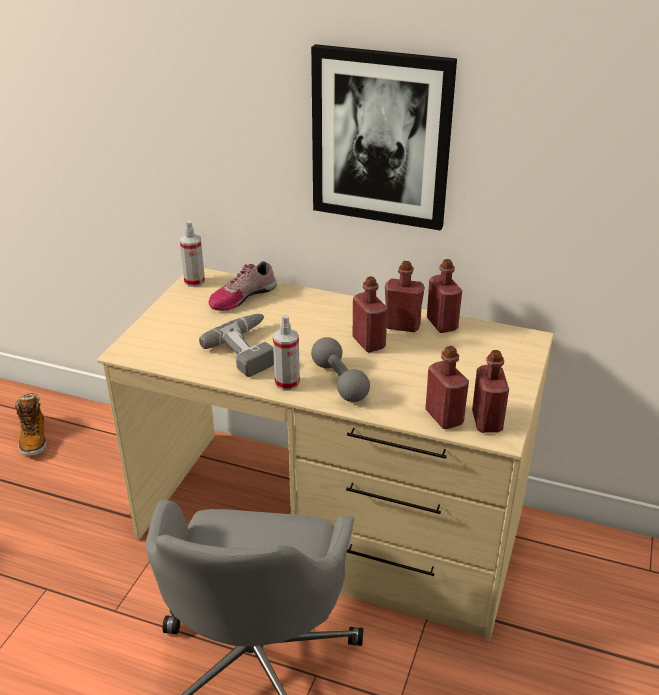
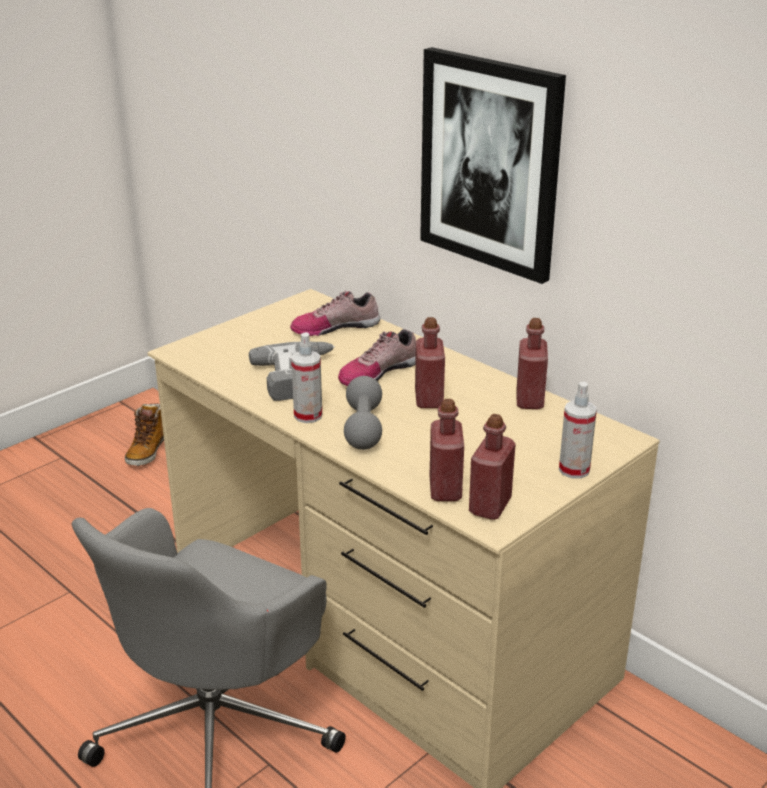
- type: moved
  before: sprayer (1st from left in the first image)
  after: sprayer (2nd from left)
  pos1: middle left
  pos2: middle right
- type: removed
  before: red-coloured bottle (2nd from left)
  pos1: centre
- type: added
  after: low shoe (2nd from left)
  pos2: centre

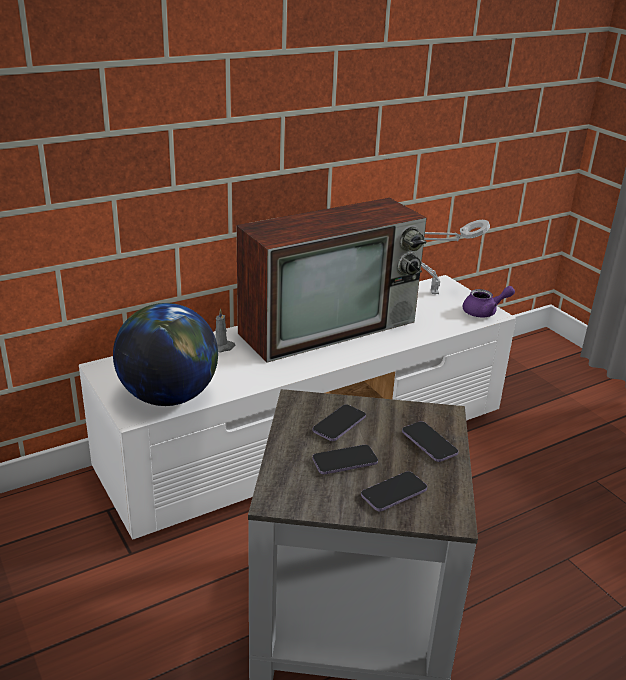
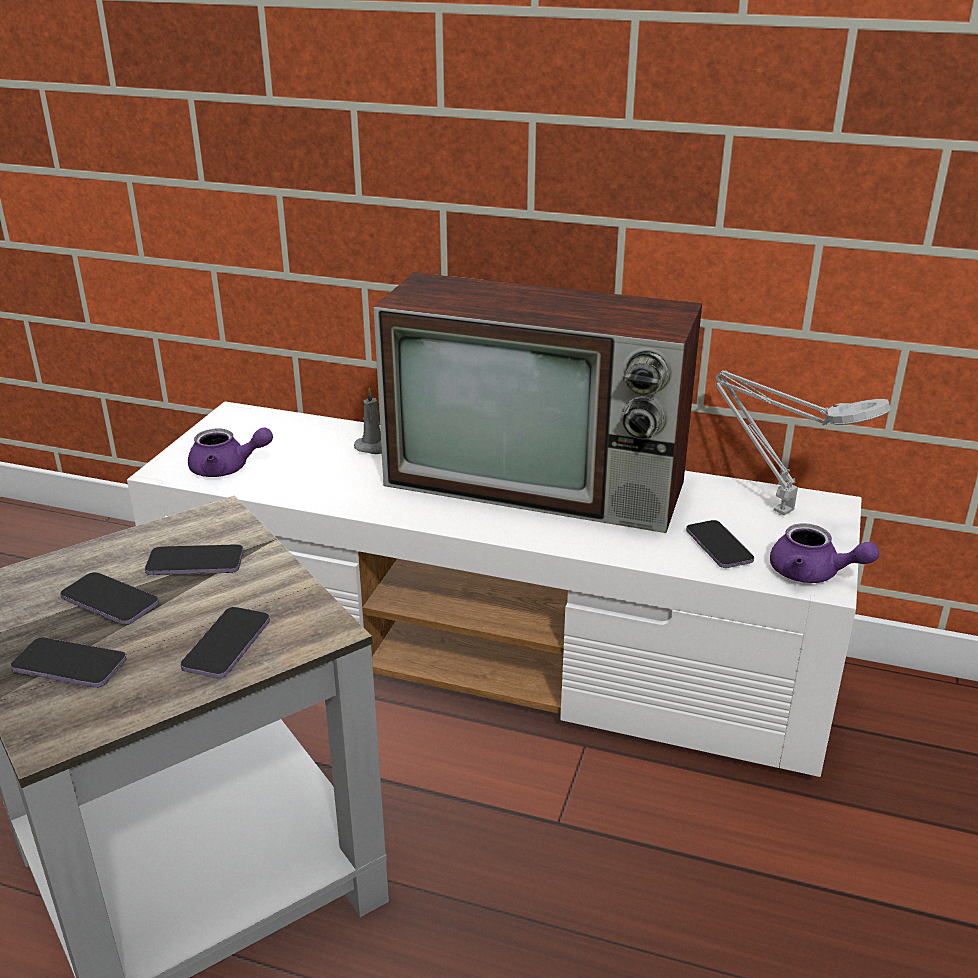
- type: replaced
  before: world globe
  after: purple-coloured pot for tea (1st from left)
  pos1: middle left
  pos2: middle left
- type: added
  after: phone (5th from left)
  pos2: middle right

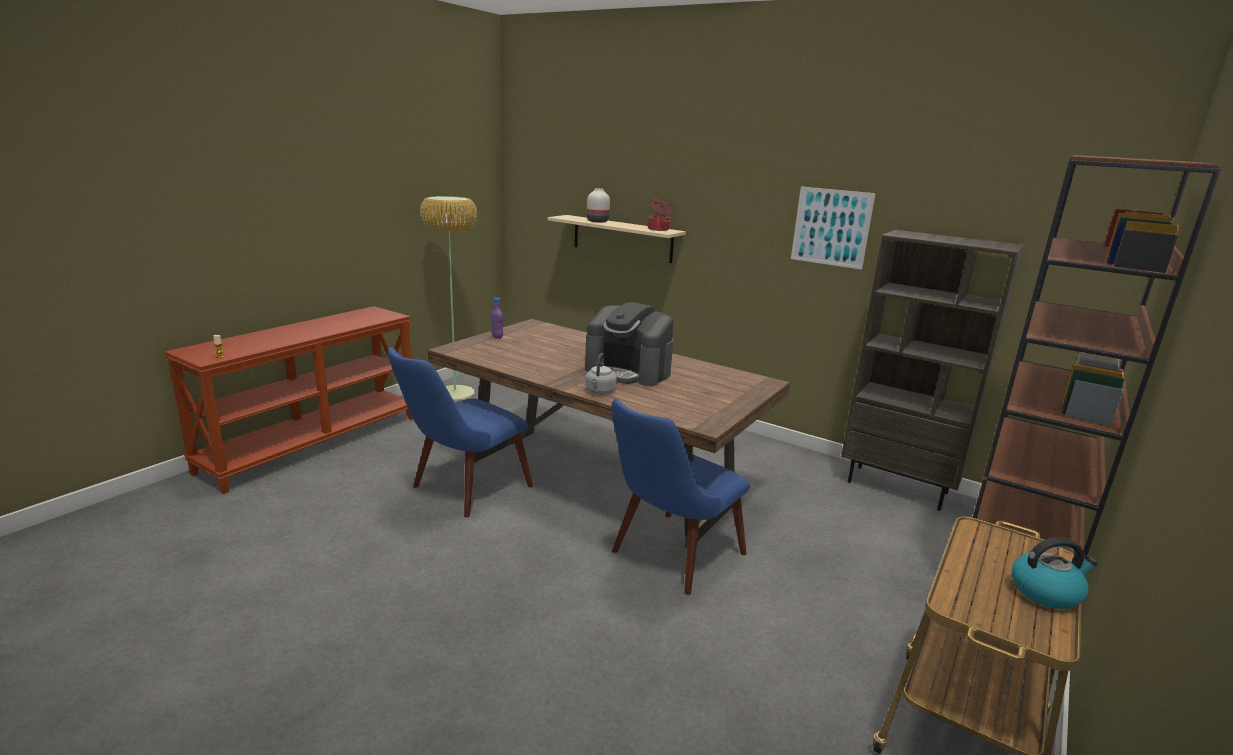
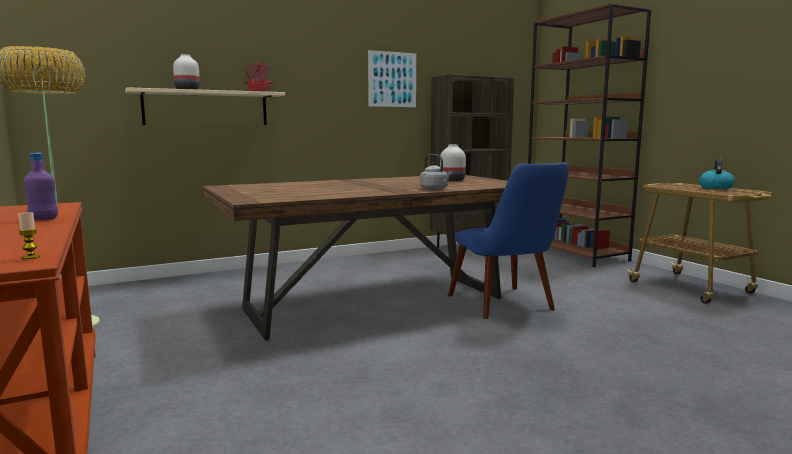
- type: moved
  before: purple-coloured bottle
  pos1: centre
  pos2: middle left
- type: removed
  before: coffee maker
  pos1: centre
- type: removed
  before: blue-coloured plain chair (1st from left)
  pos1: centre
- type: added
  after: white-coloured decorative vase (2nd from left)
  pos2: centre

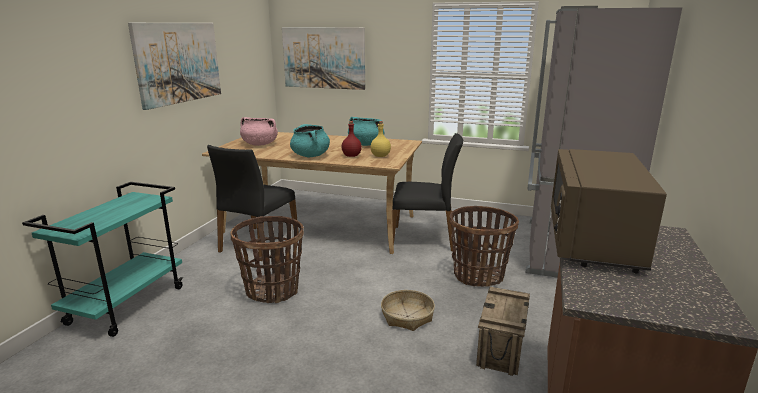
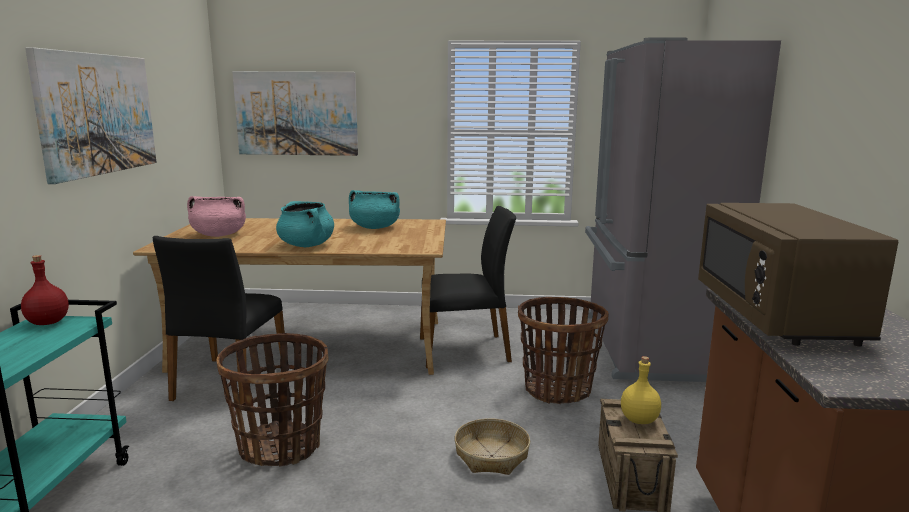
- type: moved
  before: red-coloured bottle
  pos1: centre
  pos2: middle left
- type: moved
  before: yellowish bottle
  pos1: centre
  pos2: bottom right

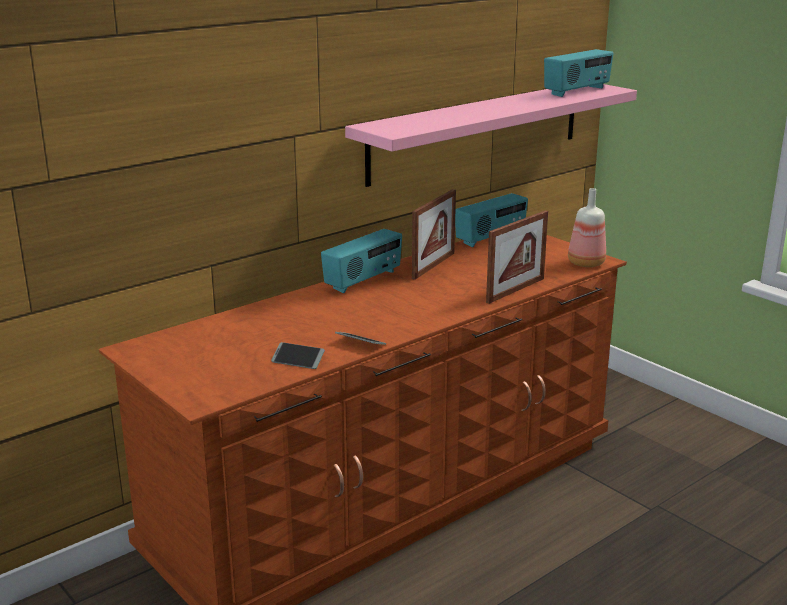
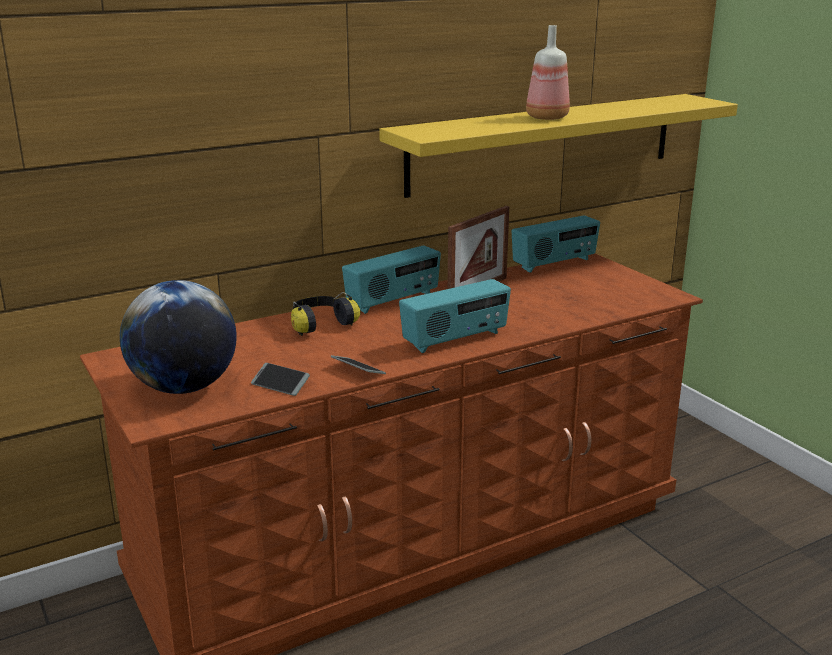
- type: moved
  before: radio (3rd from left in the first image)
  after: radio (2nd from left)
  pos1: top right
  pos2: centre
- type: recoloured
  before: pink-coloured bracket shelf
  after: yellowish bracket shelf
  pos1: top centre
  pos2: top right
- type: moved
  before: bottle
  pos1: middle right
  pos2: top centre
- type: removed
  before: standing frame (2nd from left)
  pos1: centre
- type: added
  after: world globe
  pos2: middle left
- type: added
  after: headphones
  pos2: centre

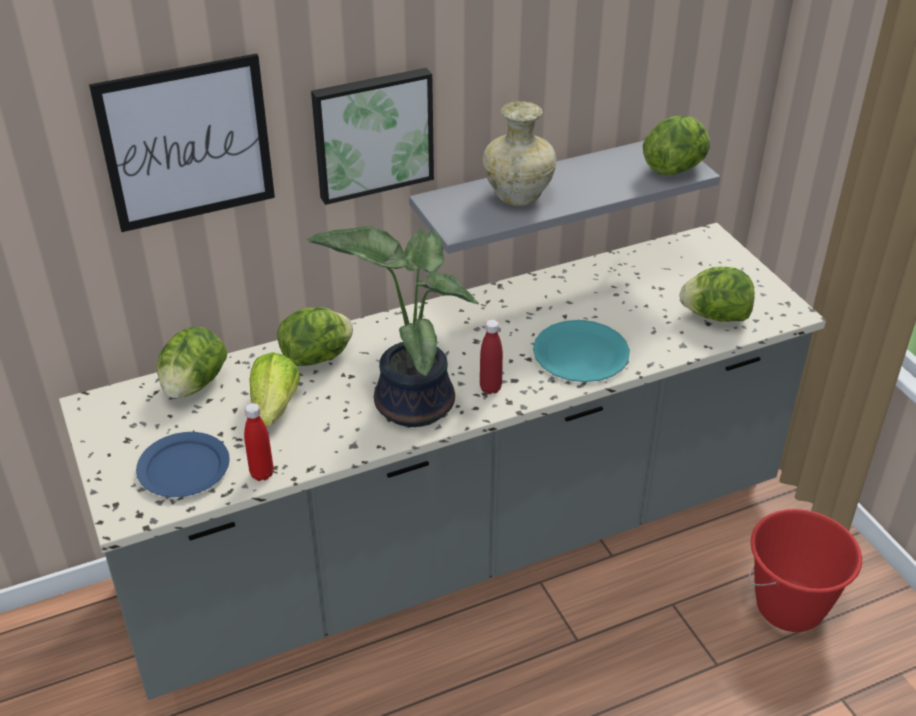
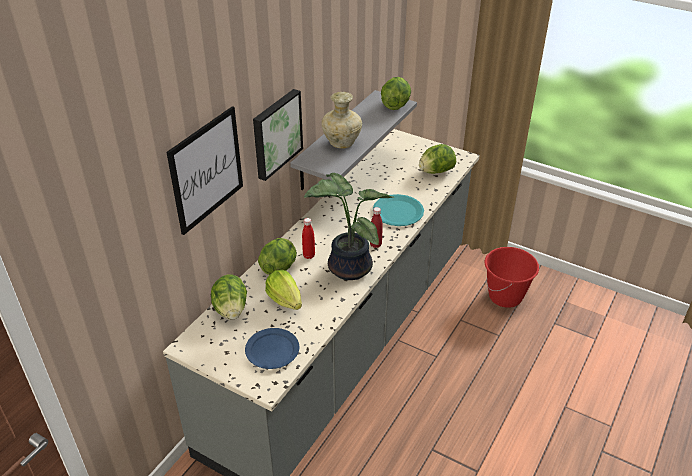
- type: moved
  before: red-coloured bottle (1st from left)
  pos1: middle left
  pos2: centre

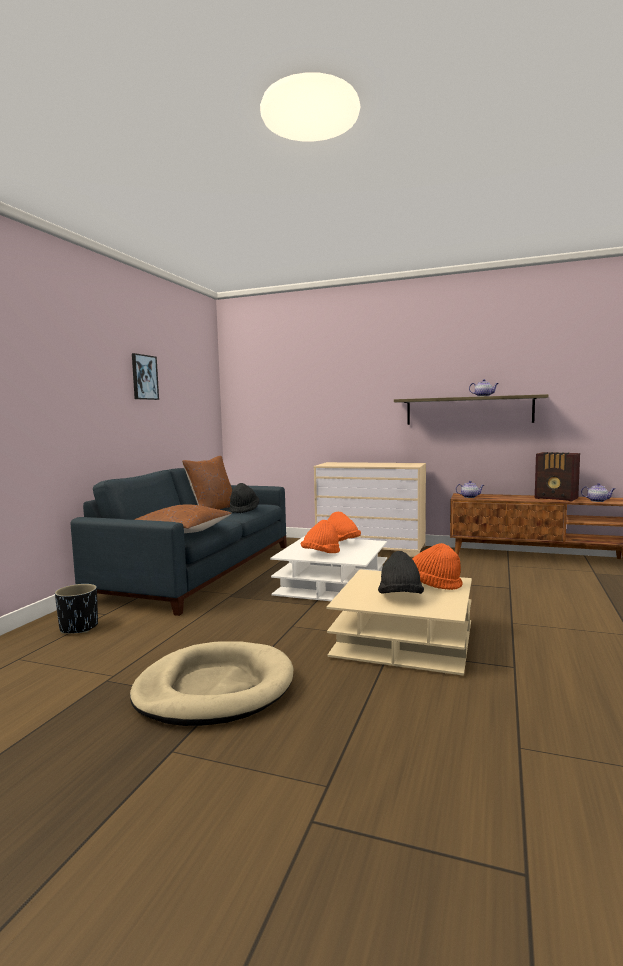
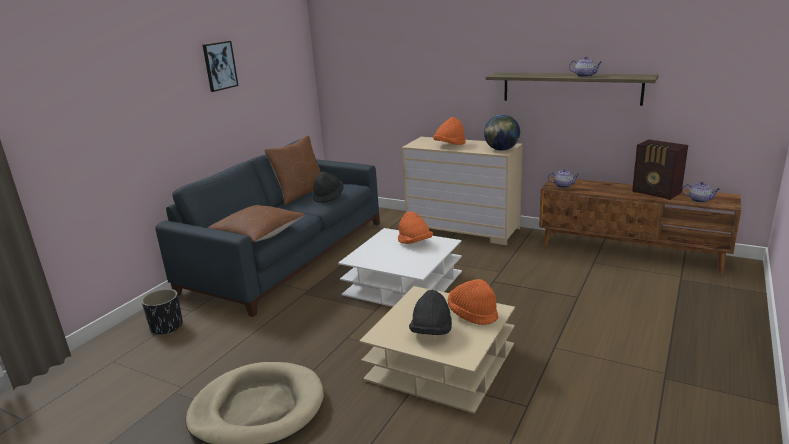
- type: moved
  before: orange wearable hat (1st from left in the first image)
  after: orange wearable hat (2nd from left)
  pos1: centre
  pos2: top centre
- type: added
  after: world globe
  pos2: top centre

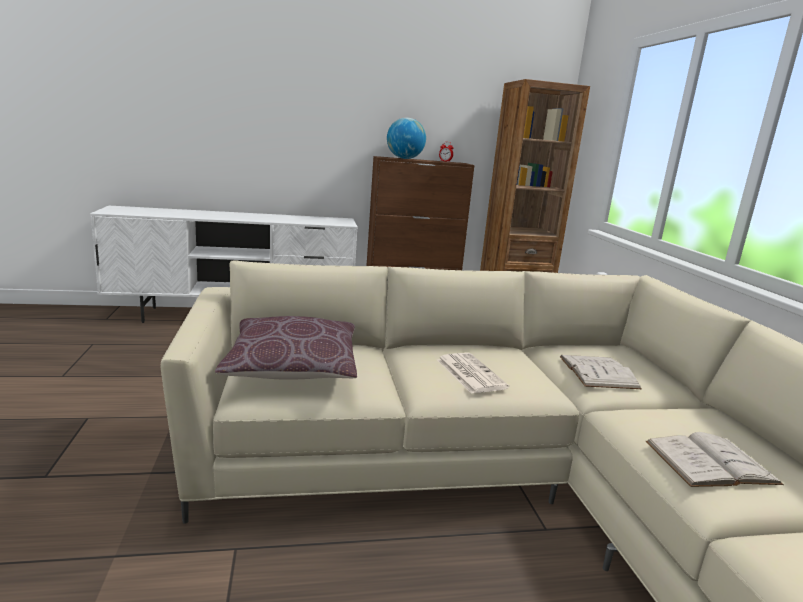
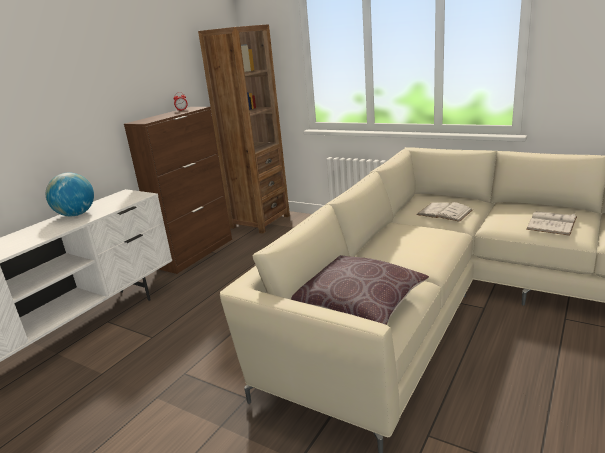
- type: moved
  before: world globe
  pos1: top centre
  pos2: middle left
- type: removed
  before: daily paper
  pos1: centre

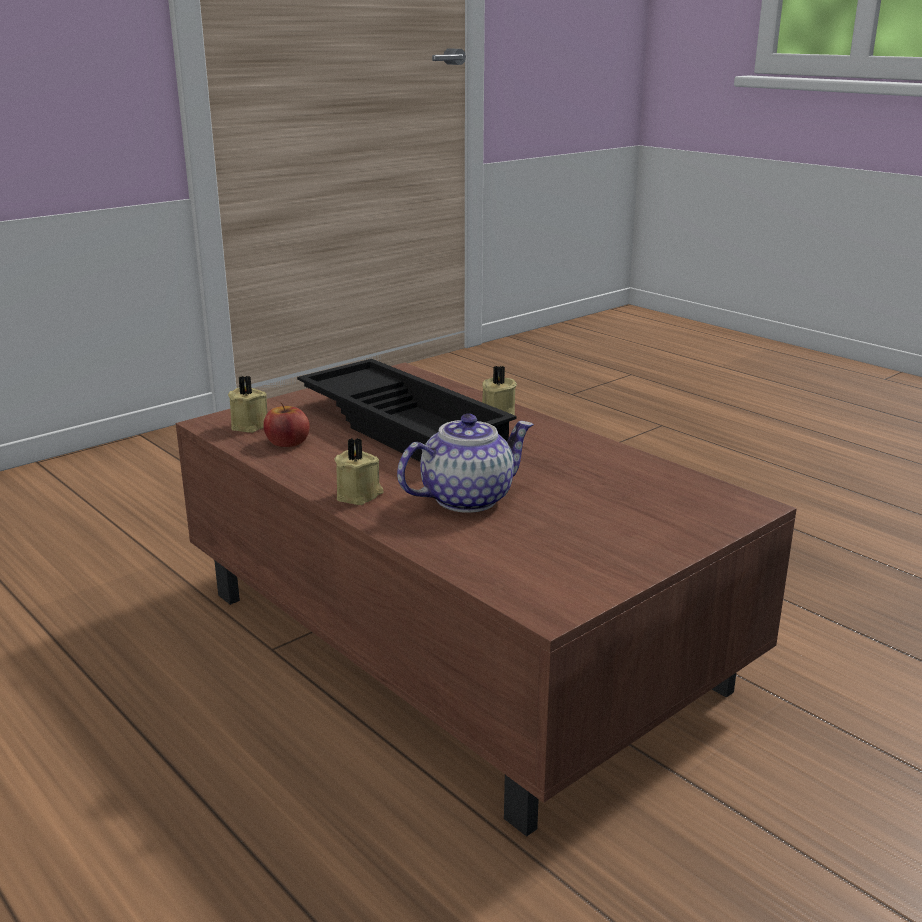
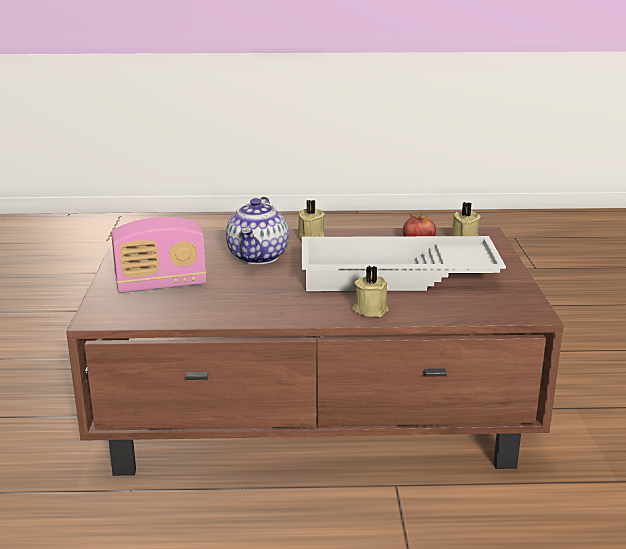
- type: recoloured
  before: blackish serving tray
  after: white-coloured serving tray
  pos1: centre
  pos2: centre
- type: added
  after: radio
  pos2: middle left

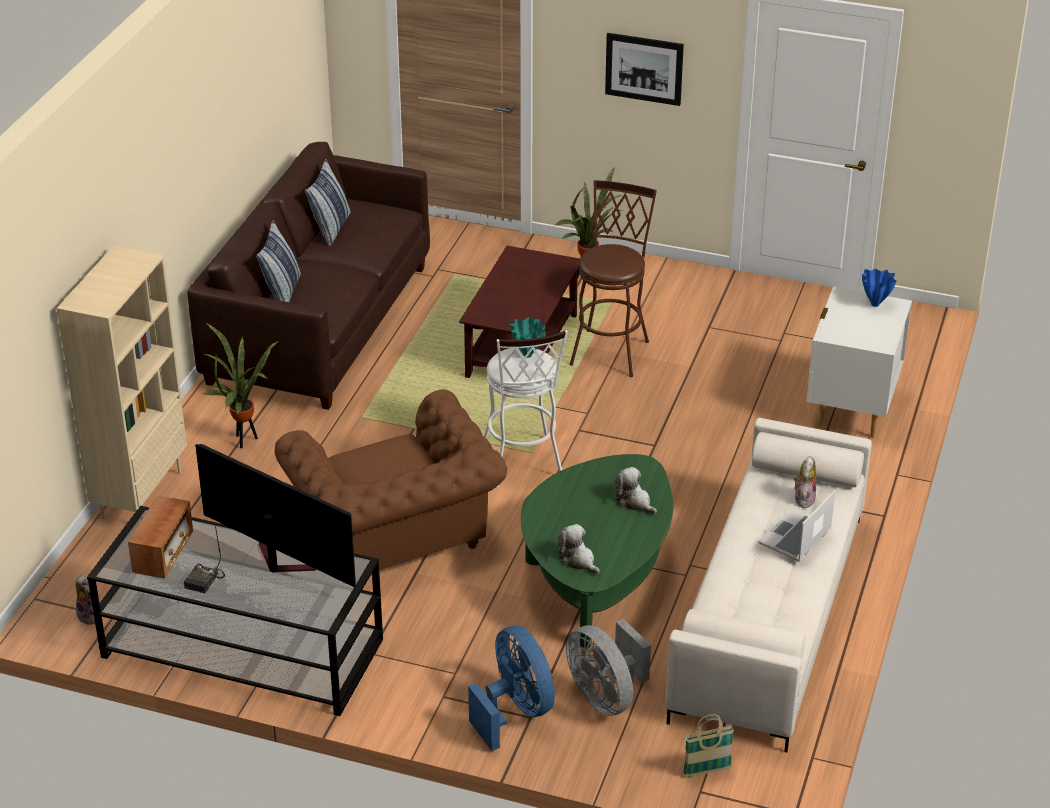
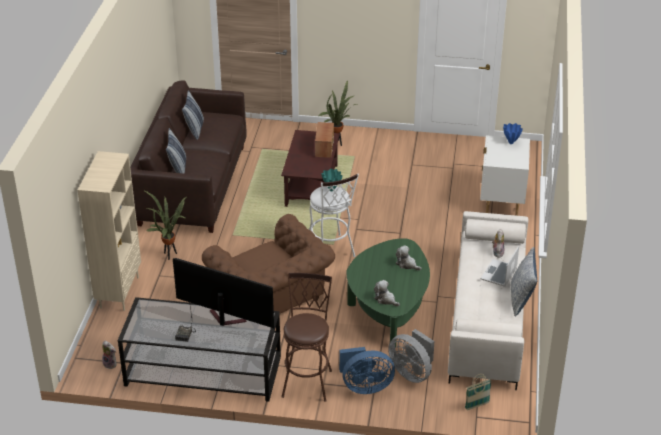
- type: removed
  before: picture
  pos1: top centre
- type: moved
  before: brown-coloured sitting stool
  pos1: centre
  pos2: bottom centre
- type: moved
  before: radio (1st from left in the first image)
  after: radio (2nd from left)
  pos1: middle left
  pos2: top centre
- type: turned
  before: blue-coloured electric fan
  pos1: bottom centre
  pos2: bottom centre
  turn: 120
- type: added
  after: pillow (3rd from left)
  pos2: middle right

